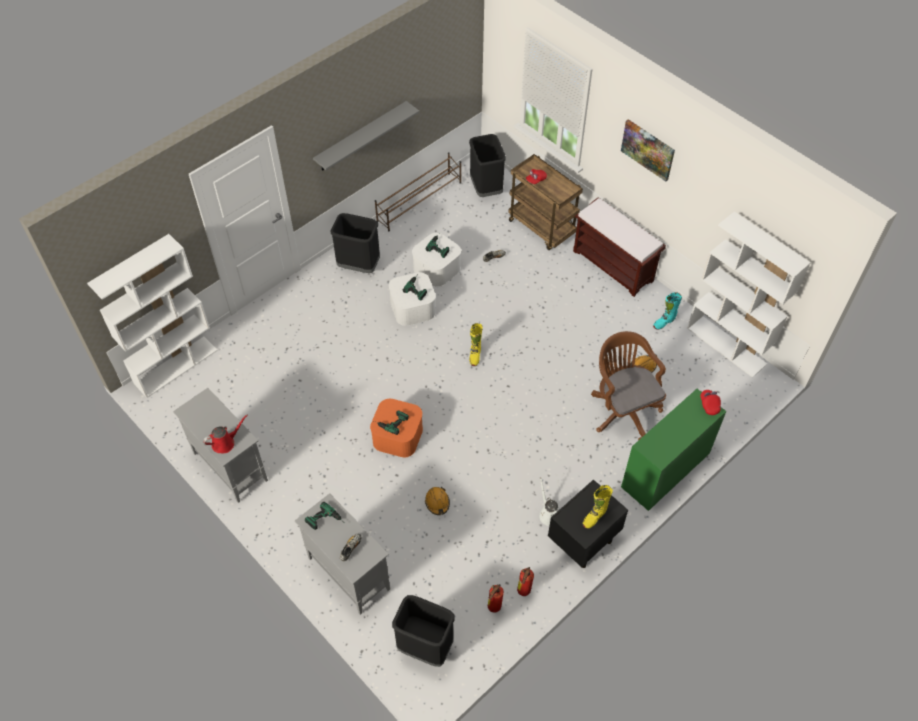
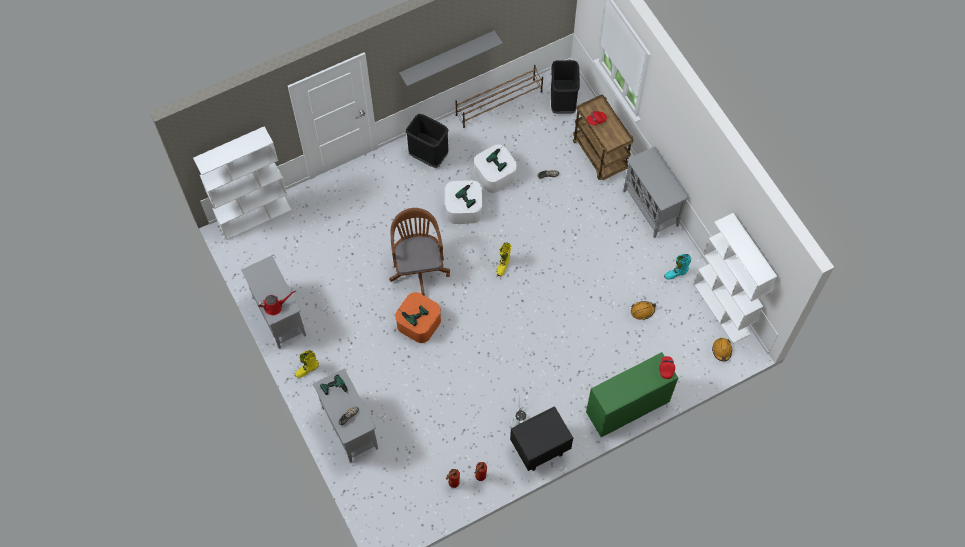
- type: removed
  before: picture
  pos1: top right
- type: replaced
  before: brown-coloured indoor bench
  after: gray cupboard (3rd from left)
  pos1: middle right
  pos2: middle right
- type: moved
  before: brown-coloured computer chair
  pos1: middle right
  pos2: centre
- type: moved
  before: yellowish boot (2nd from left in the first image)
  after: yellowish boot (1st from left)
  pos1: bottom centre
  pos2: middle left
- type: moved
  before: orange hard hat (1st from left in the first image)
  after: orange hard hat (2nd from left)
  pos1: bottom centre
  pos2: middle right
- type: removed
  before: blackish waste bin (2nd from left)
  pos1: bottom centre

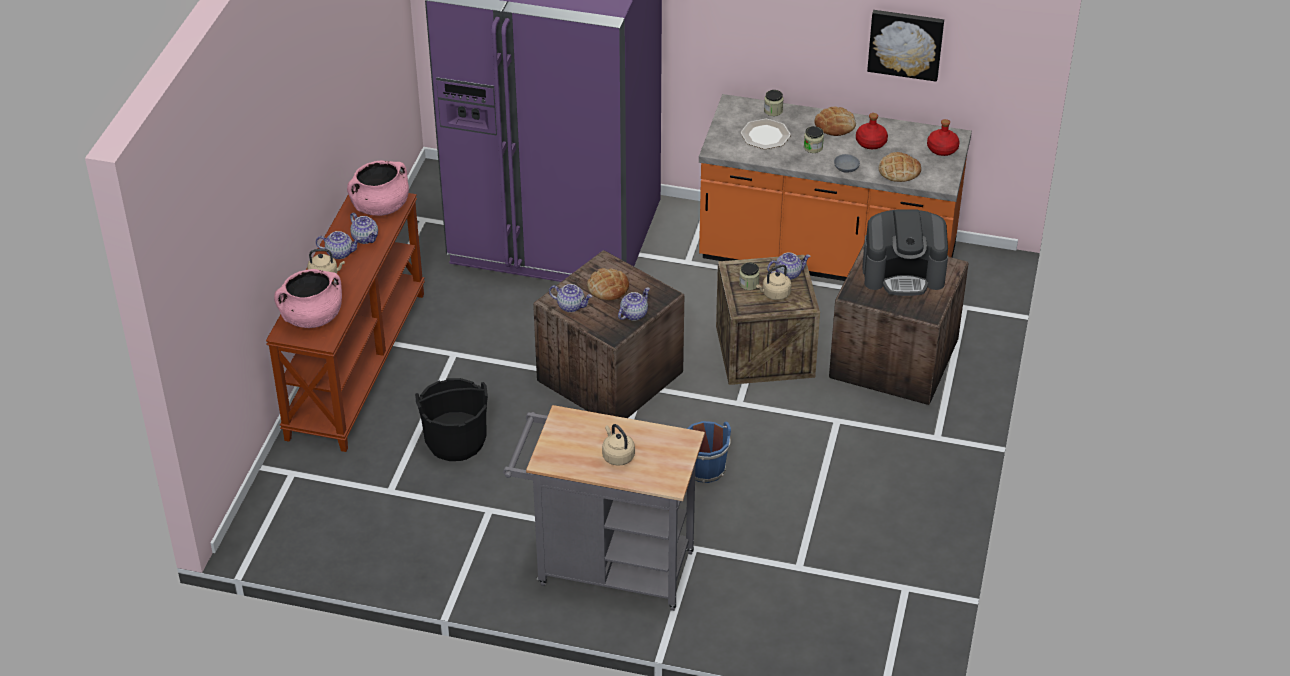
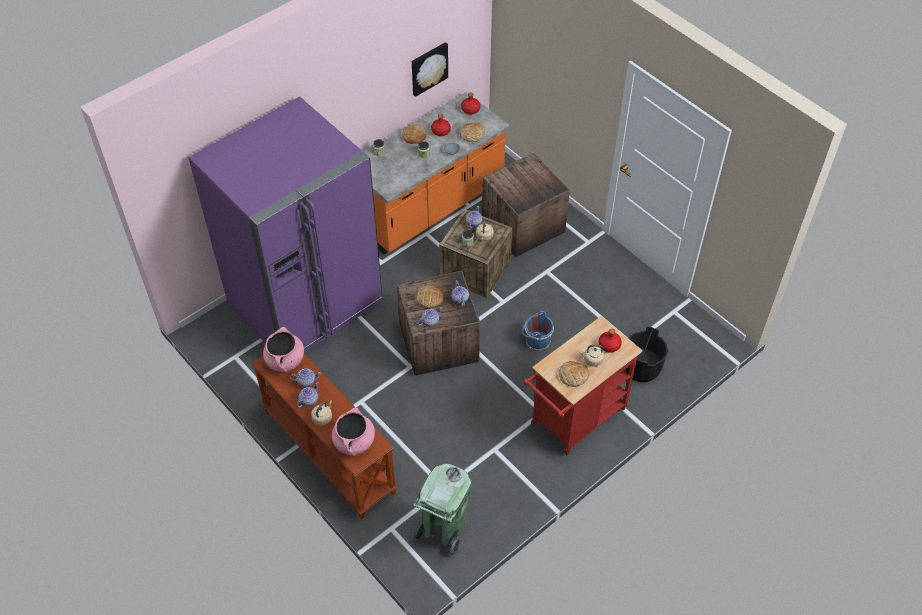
- type: removed
  before: plate
  pos1: top centre
- type: removed
  before: coffee maker
  pos1: middle right
- type: moved
  before: blackish bucket
  pos1: centre
  pos2: middle right
- type: recoloured
  before: gray cart
  after: red-coloured cart
  pos1: bottom centre
  pos2: centre
- type: added
  after: red-coloured bottle (3rd from left)
  pos2: centre
- type: added
  after: bread (4th from left)
  pos2: centre
- type: added
  after: green-coloured waste bin
  pos2: bottom centre

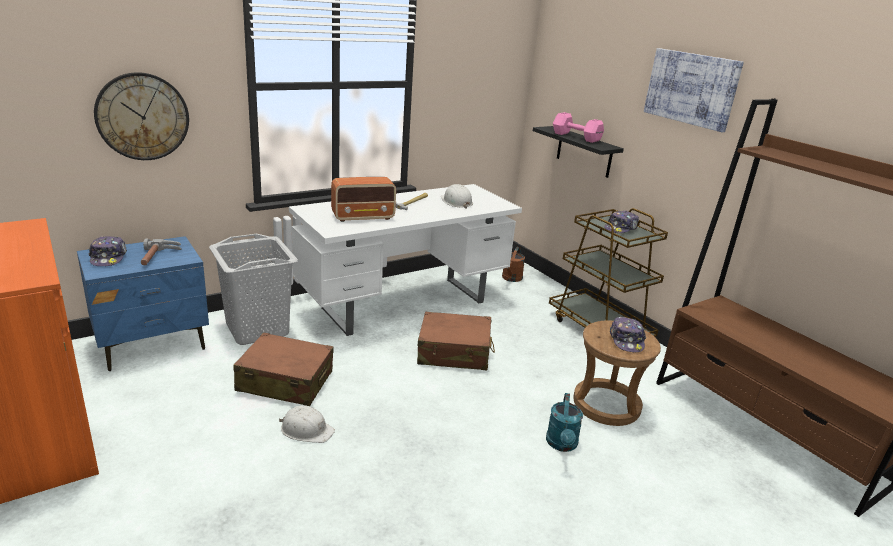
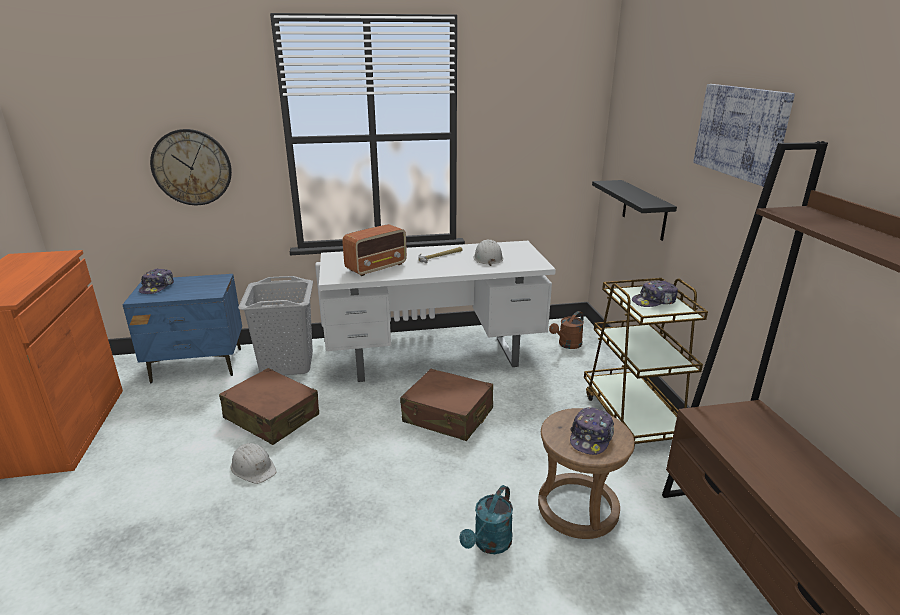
- type: removed
  before: pink-coloured hand weight
  pos1: top centre
- type: turned
  before: radio
  pos1: centre
  pos2: centre
  turn: -45
- type: removed
  before: hammer (1st from left)
  pos1: middle left

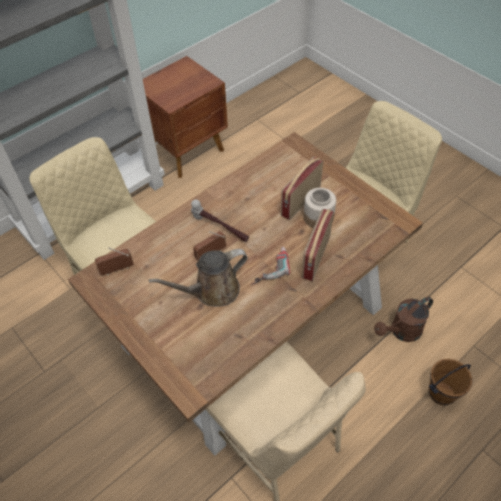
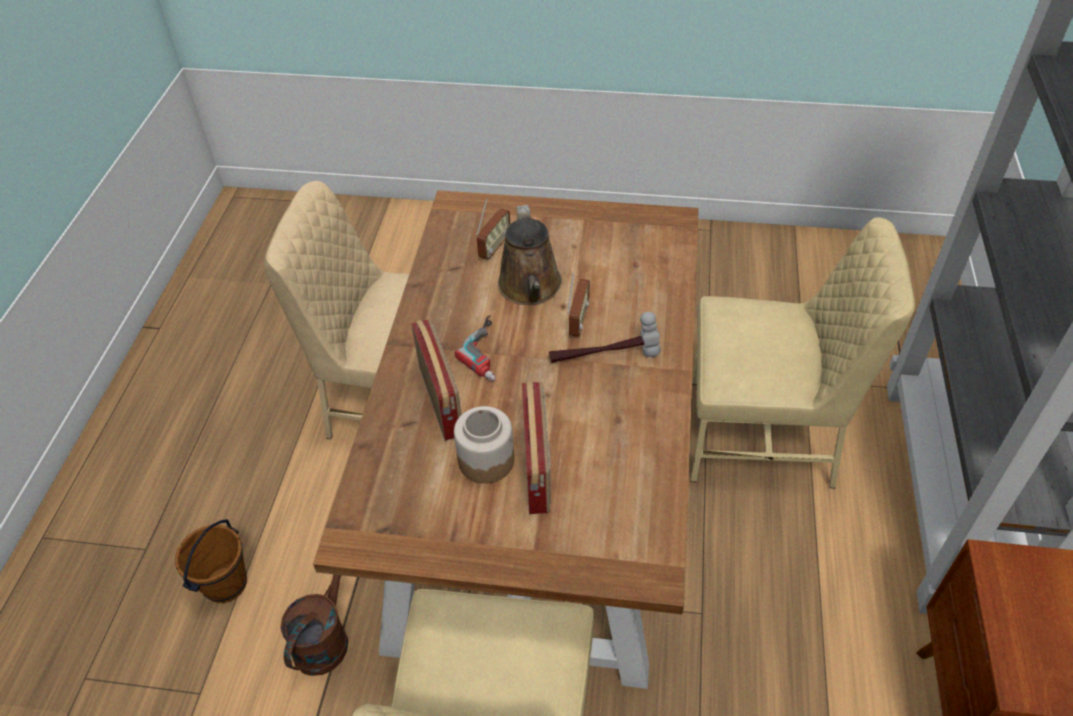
- type: moved
  before: radio (1st from left in the first image)
  after: radio (2nd from left)
  pos1: middle left
  pos2: top centre
- type: turned
  before: brown-coloured watering can (1st from left in the first image)
  pos1: centre
  pos2: centre
  turn: 150

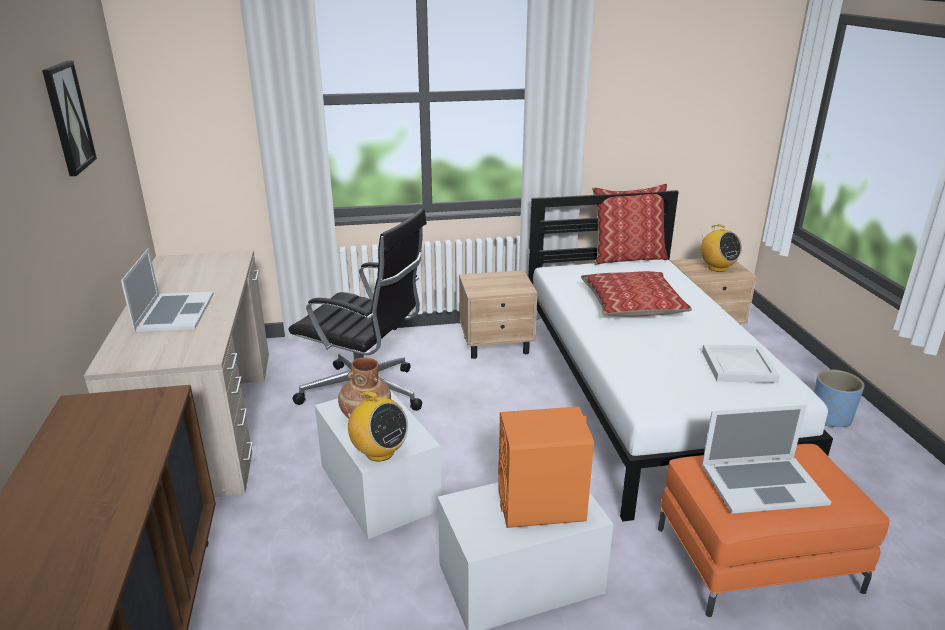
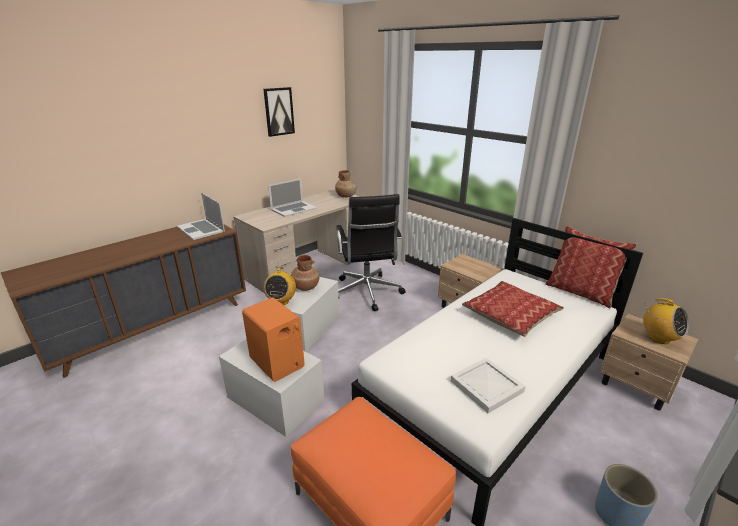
- type: turned
  before: radio (2nd from left)
  pos1: middle right
  pos2: middle right
  turn: -60
- type: moved
  before: laptop (2nd from left in the first image)
  after: laptop (1st from left)
  pos1: bottom right
  pos2: middle left
- type: added
  after: brown-coloured decorative vase (2nd from left)
  pos2: centre

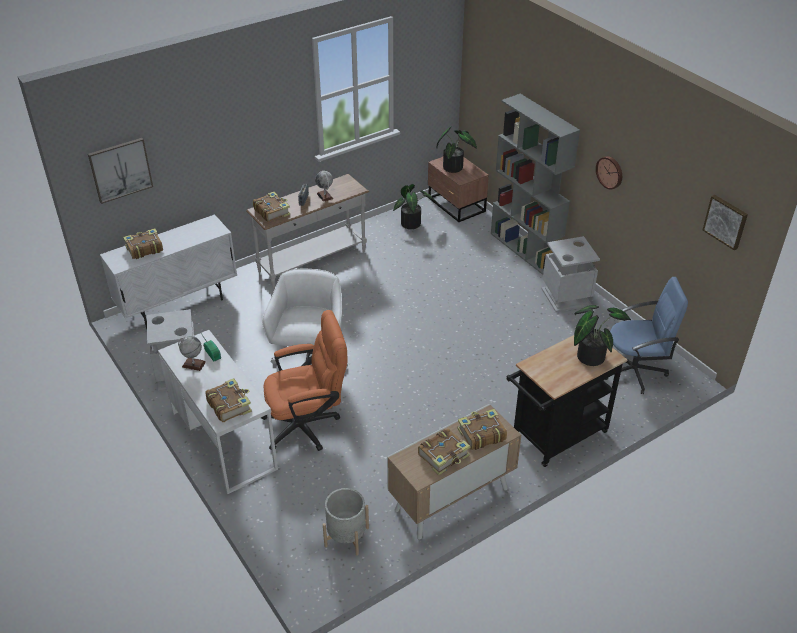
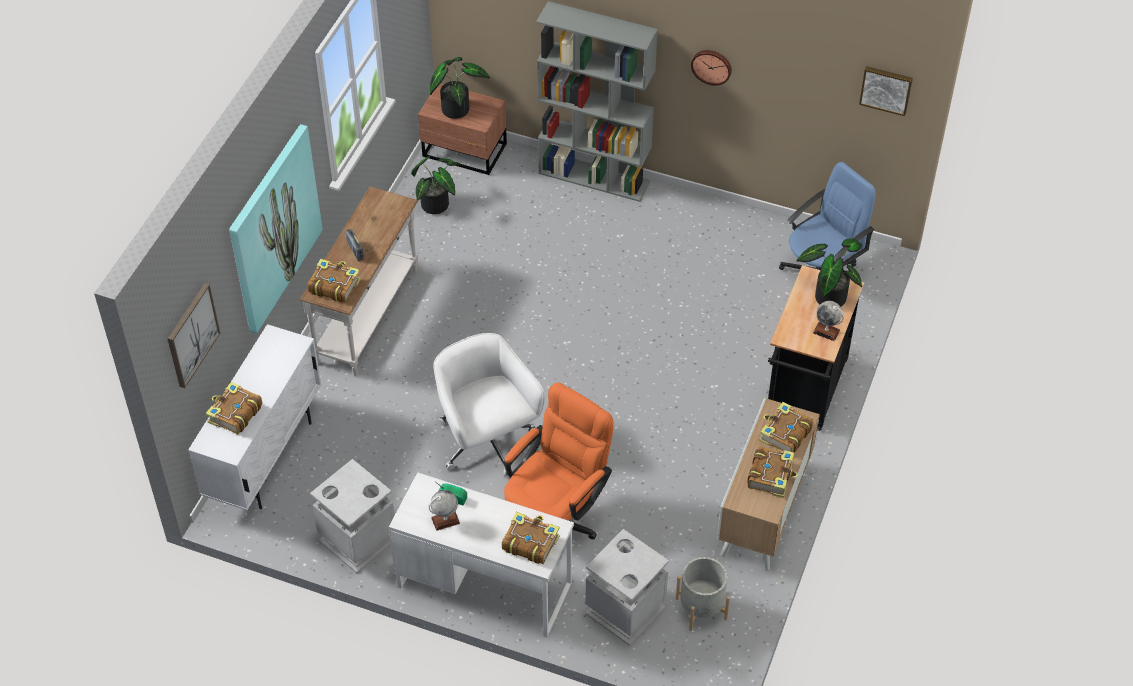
- type: moved
  before: world globe (2nd from left)
  pos1: top centre
  pos2: middle right
- type: moved
  before: gray waste bin (2nd from left)
  pos1: middle right
  pos2: bottom centre
- type: added
  after: picture (2nd from left)
  pos2: middle left

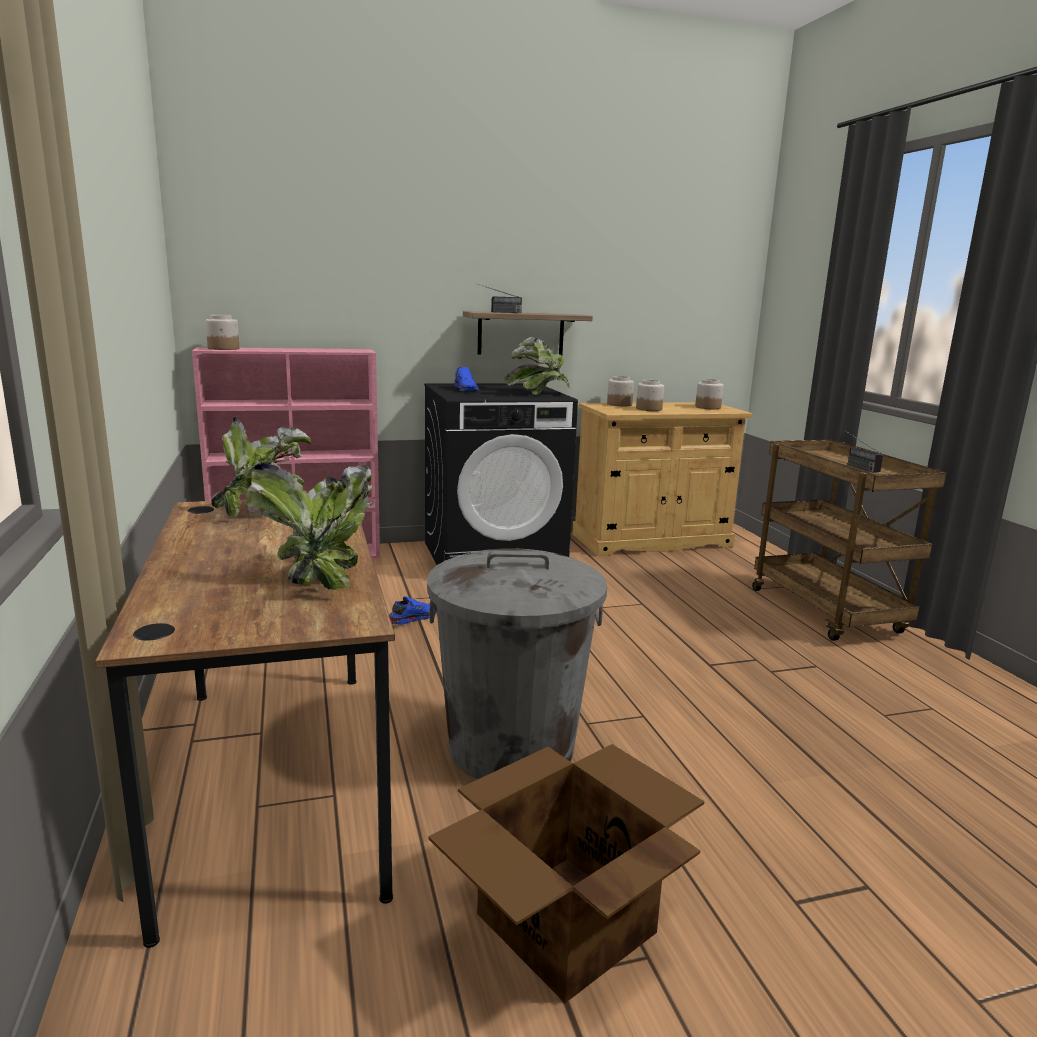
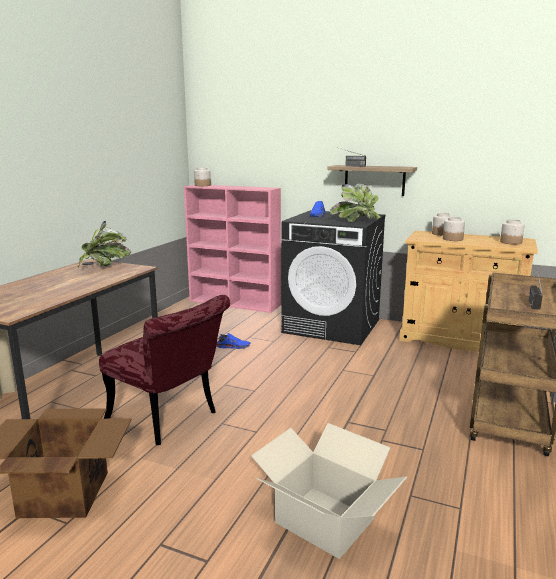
- type: removed
  before: potted plant (2nd from left)
  pos1: middle left
- type: replaced
  before: gray waste bin
  after: red-coloured plain chair
  pos1: centre
  pos2: middle left
- type: added
  after: cardboard box (2nd from left)
  pos2: bottom centre

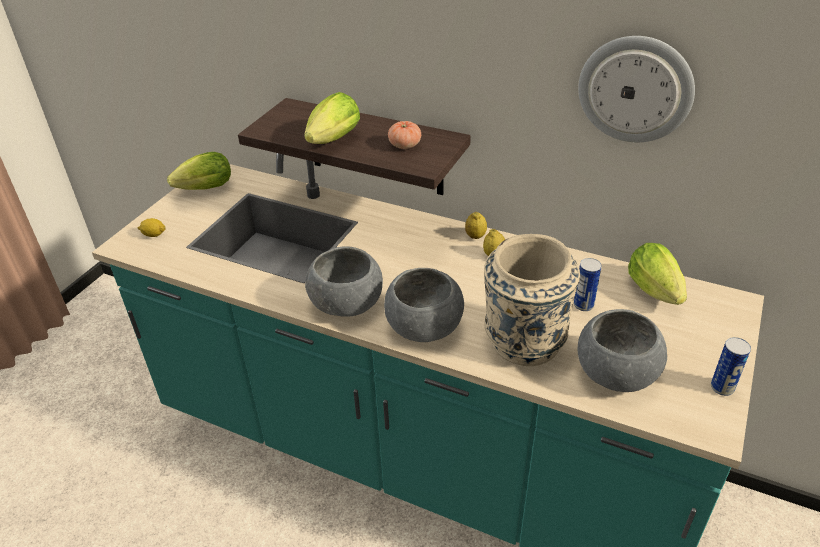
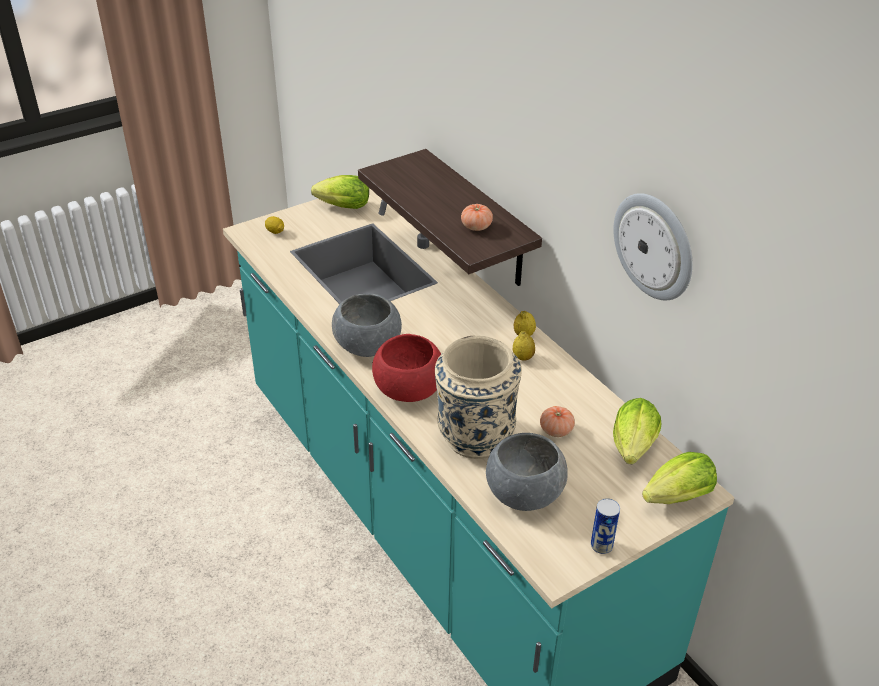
- type: moved
  before: lettuce (2nd from left in the first image)
  after: lettuce (3rd from left)
  pos1: top centre
  pos2: bottom right
- type: replaced
  before: sealed can (1st from left)
  after: fresh tomato (2nd from left)
  pos1: middle right
  pos2: centre
- type: recoloured
  before: gray serving bowl (2nd from left)
  after: red-coloured serving bowl
  pos1: centre
  pos2: centre

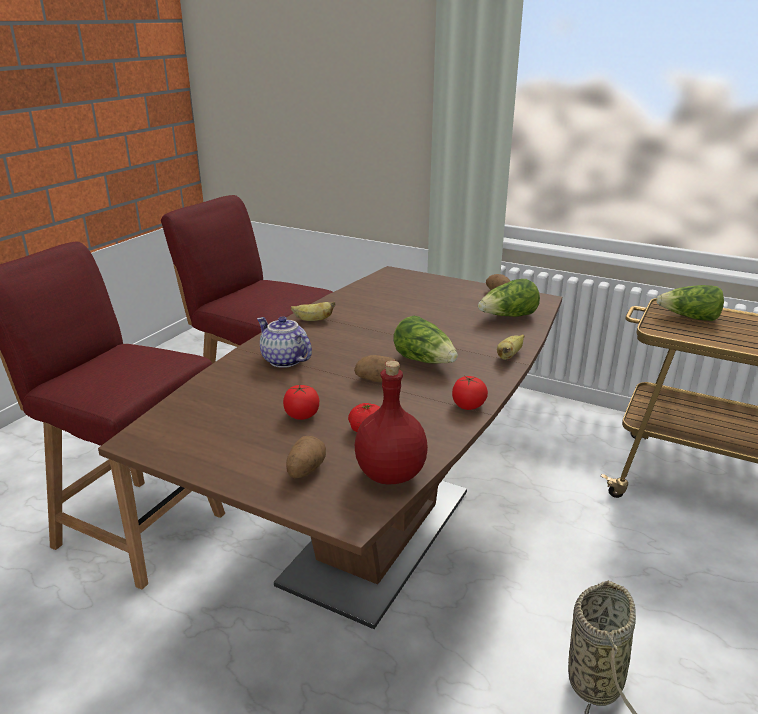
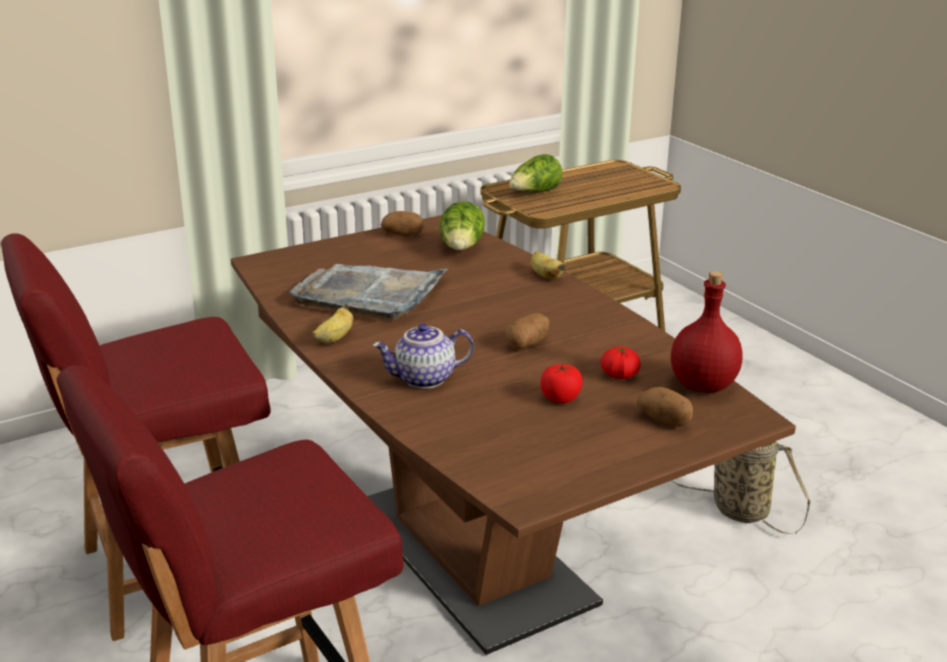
- type: removed
  before: lettuce (1st from left)
  pos1: centre
- type: removed
  before: fresh tomato (3rd from left)
  pos1: centre
- type: added
  after: gray serving tray
  pos2: centre

